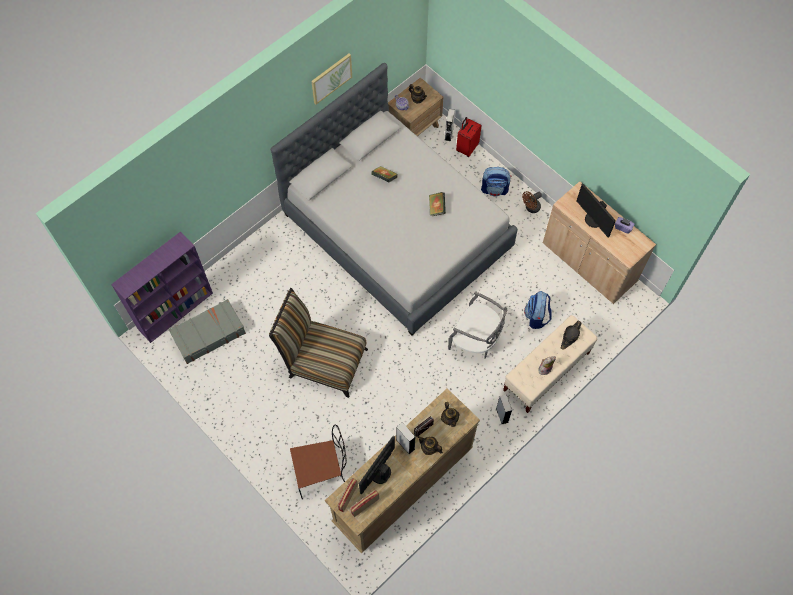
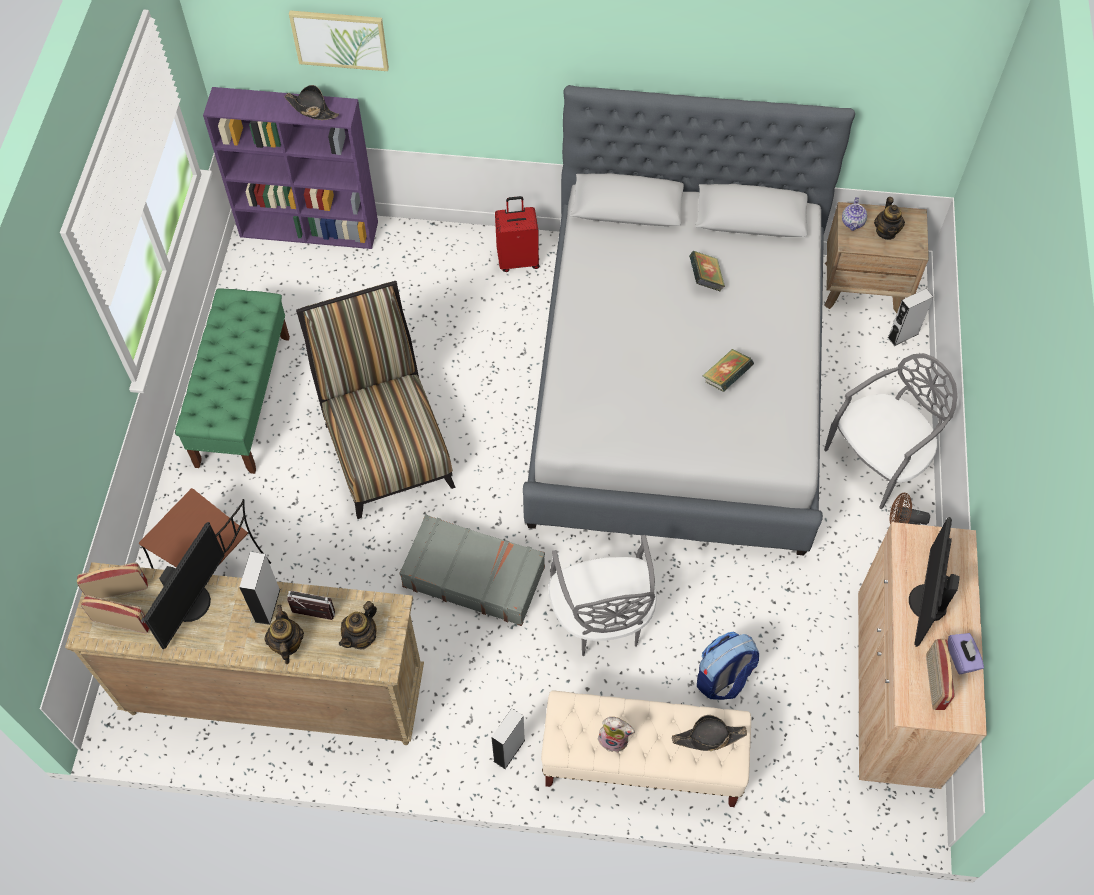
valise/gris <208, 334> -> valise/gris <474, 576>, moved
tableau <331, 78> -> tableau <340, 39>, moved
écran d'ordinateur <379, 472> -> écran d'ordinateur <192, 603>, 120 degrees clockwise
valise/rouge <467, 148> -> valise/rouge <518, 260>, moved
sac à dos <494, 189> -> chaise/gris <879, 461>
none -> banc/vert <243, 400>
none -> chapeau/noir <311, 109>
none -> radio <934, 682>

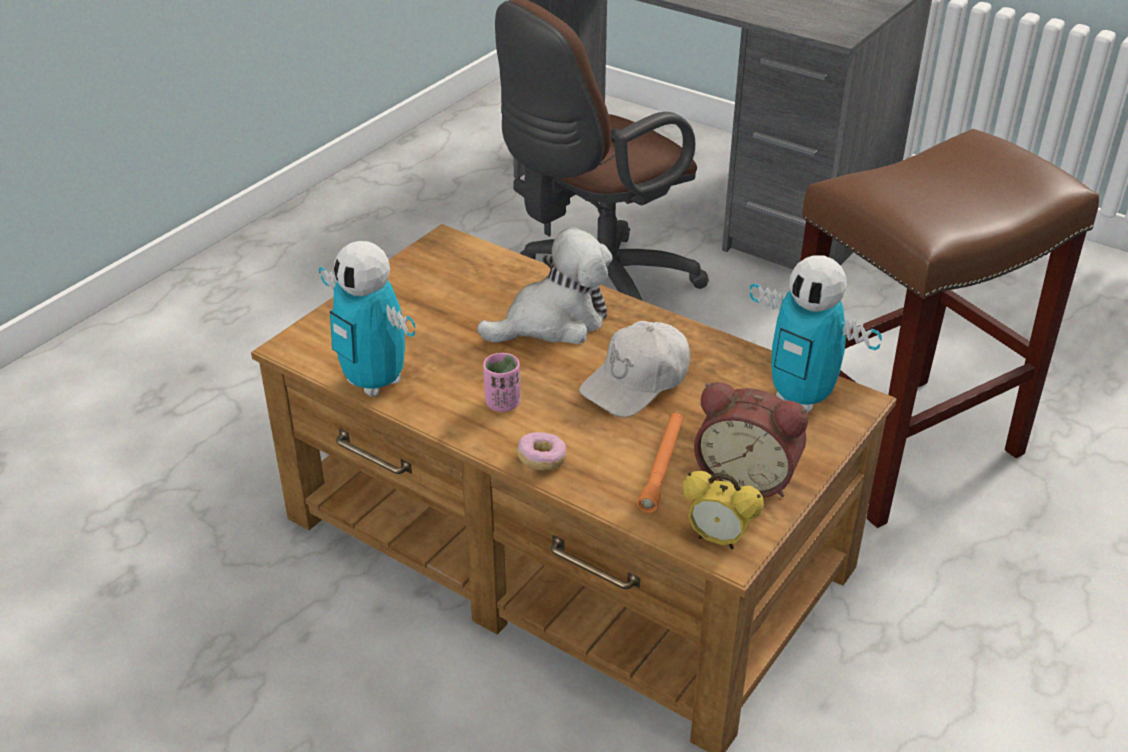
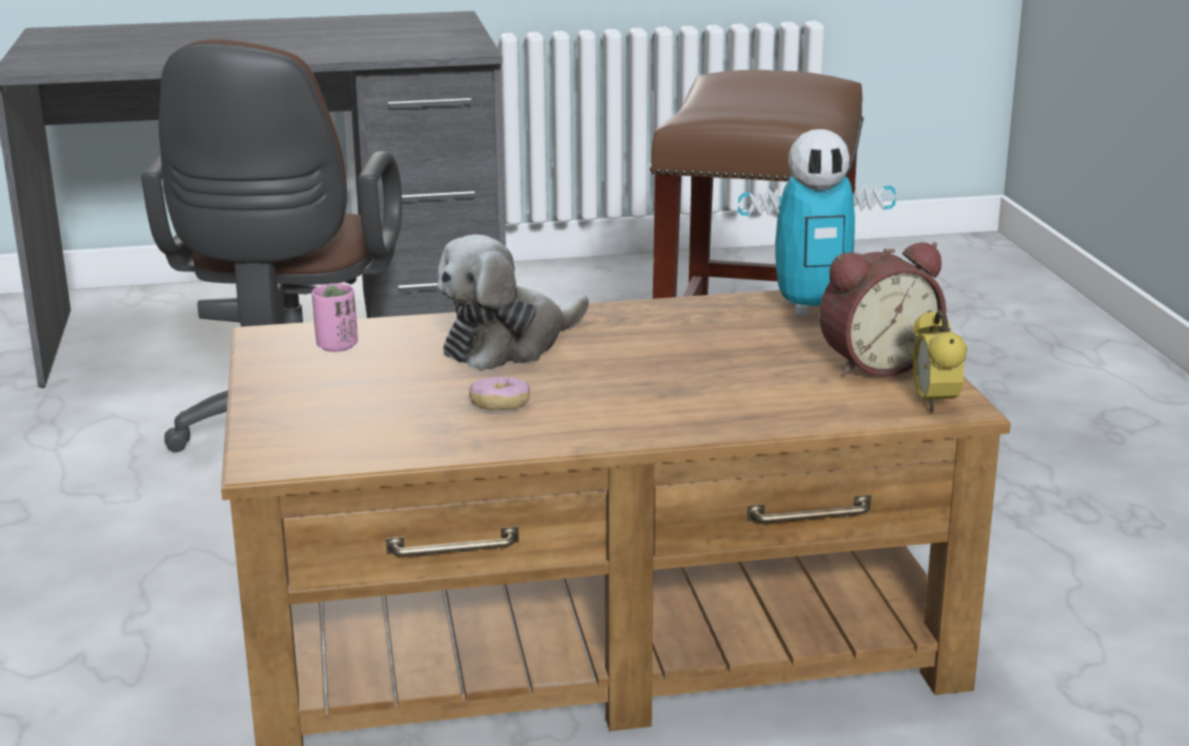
robot jouet <375, 382> -> none
peluche <553, 322> -> peluche <508, 345>, 150 degrees counterclockwise
tasse/rose <503, 403> -> tasse/rose <337, 346>, moved
beignet <542, 460> -> beignet <500, 406>, moved
casquette/blanc <637, 382> -> none
lampe de poche/orange <662, 467> -> none
réveil <718, 539> -> réveil <934, 404>, 105 degrees clockwise

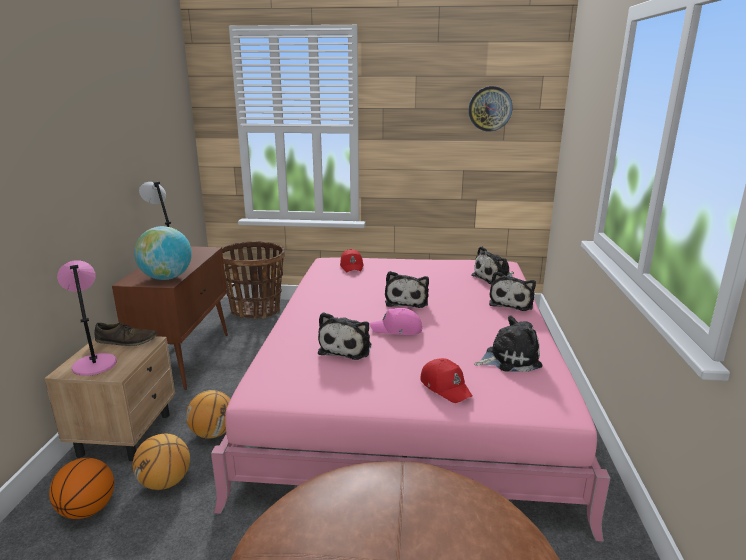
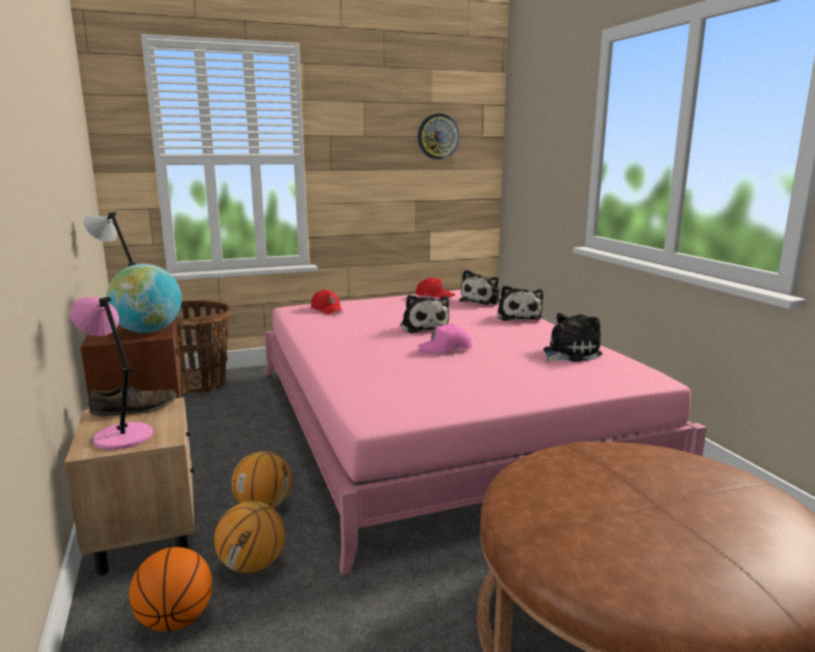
peluche <347, 348> -> none
casquette/rouge <445, 387> -> casquette/rouge <434, 295>, moved

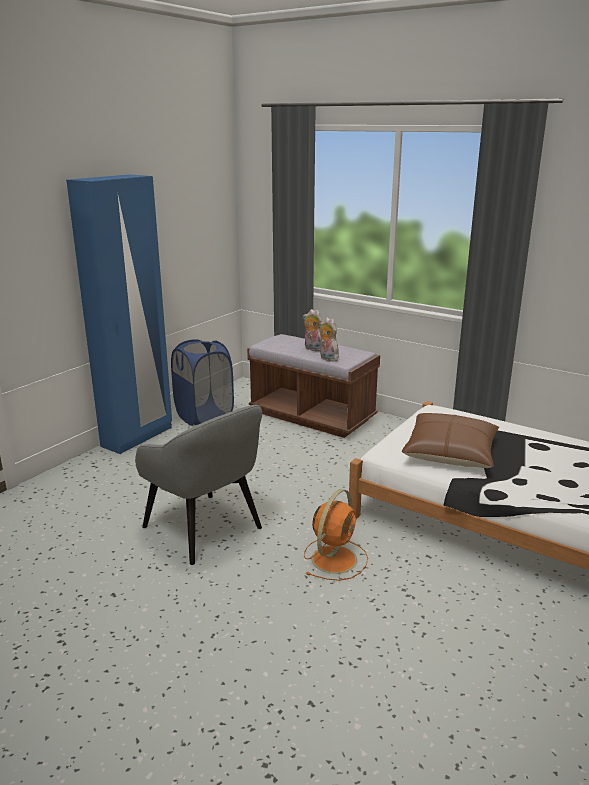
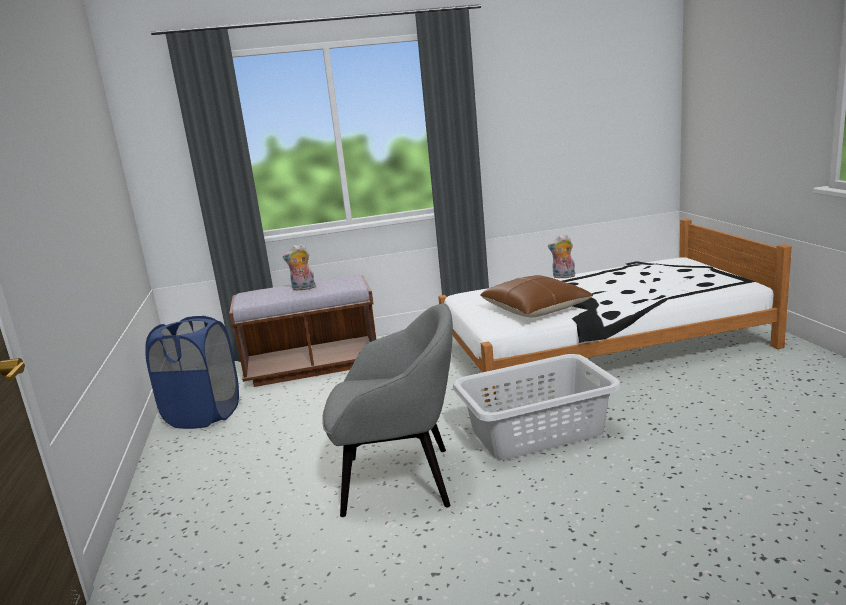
armoire/bleu <137, 437> -> none
ventilateur/orange <335, 558> -> panier à linge/gris <535, 431>
peluche <327, 358> -> peluche <563, 277>, moved

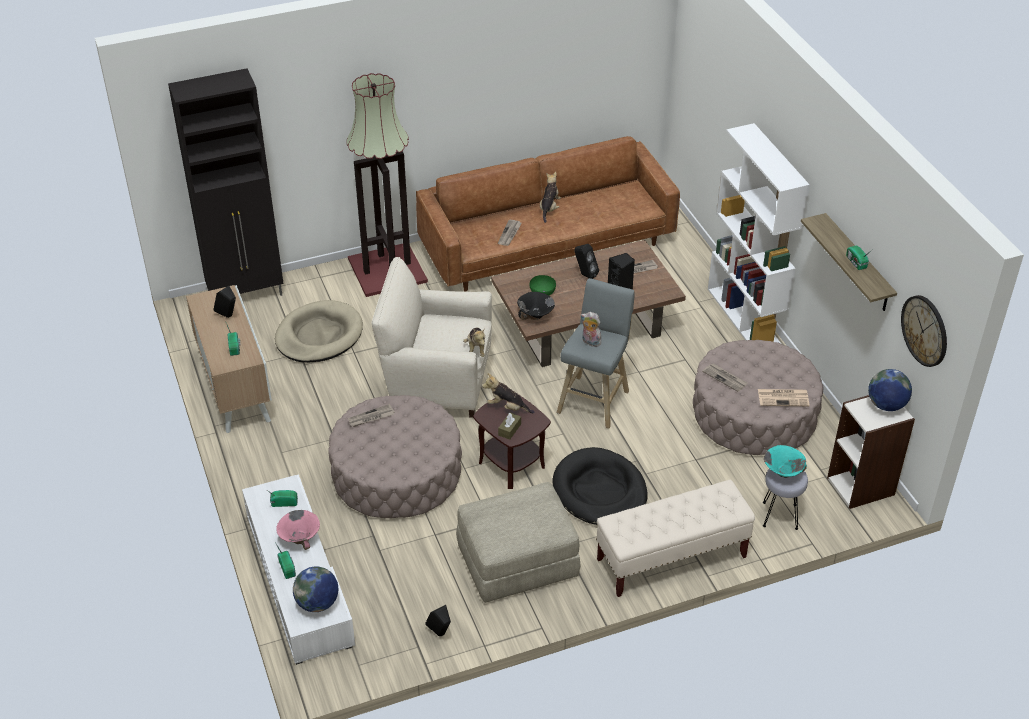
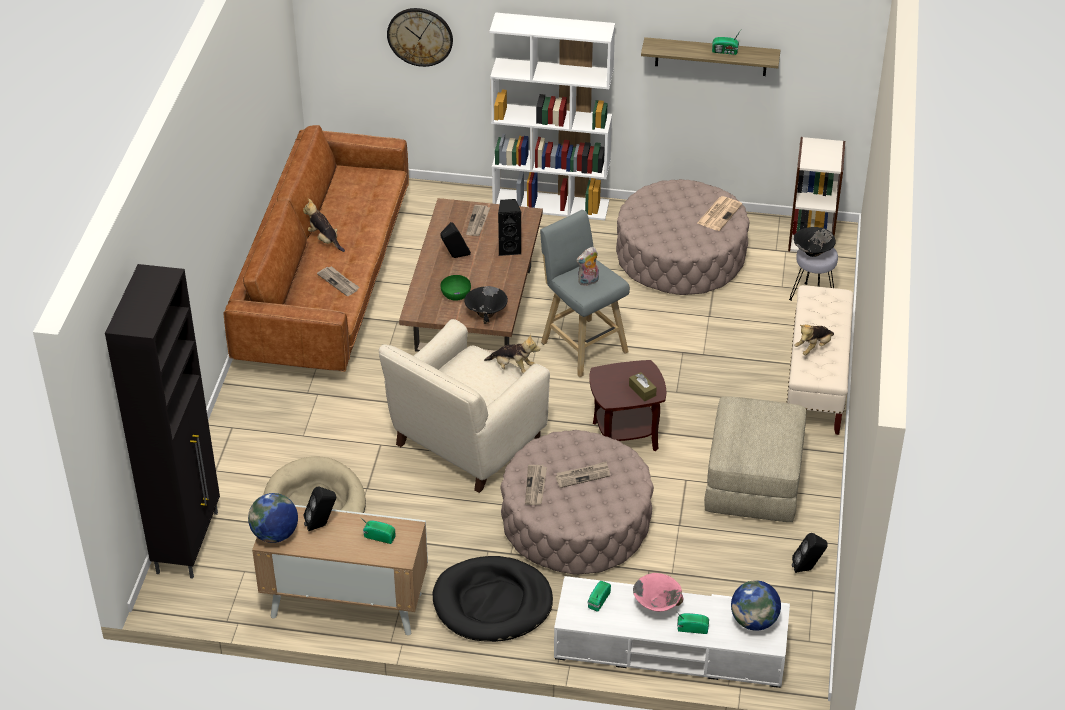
lampadaire <388, 269> -> none
peluche <507, 407> -> peluche <813, 347>, moved
panier pour chien/noir <599, 491> -> panier pour chien/noir <492, 603>, moved
journal <725, 378> -> journal <583, 475>, moved
bol/turquoise <783, 472> -> bol/noir <812, 252>
globe <886, 405> -> globe <275, 534>, moved
horloge murale <925, 330> -> horloge murale <420, 36>, moved

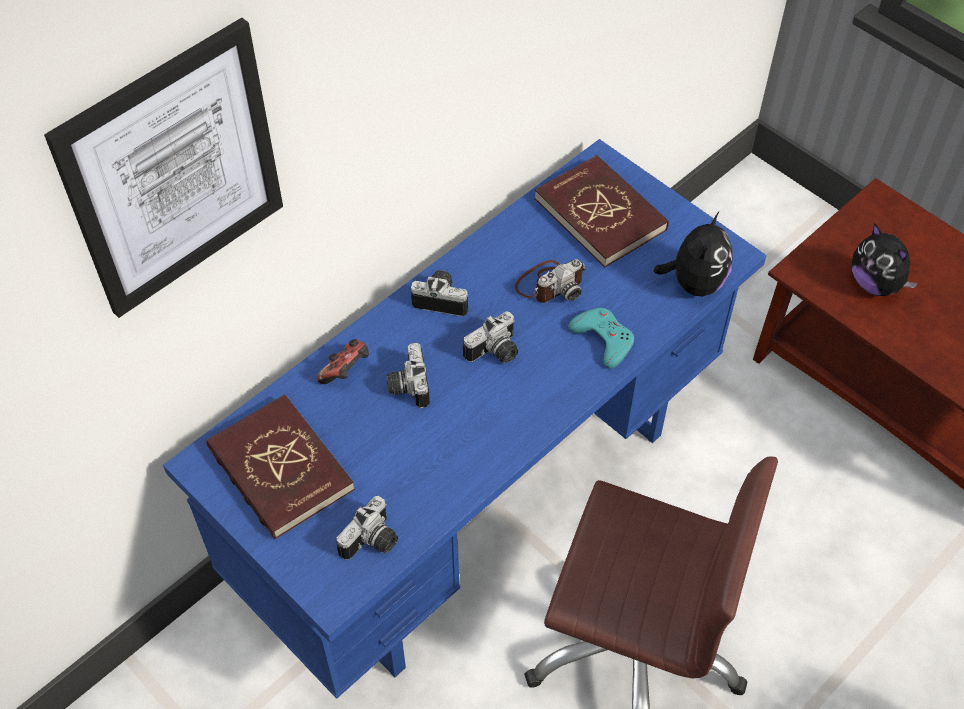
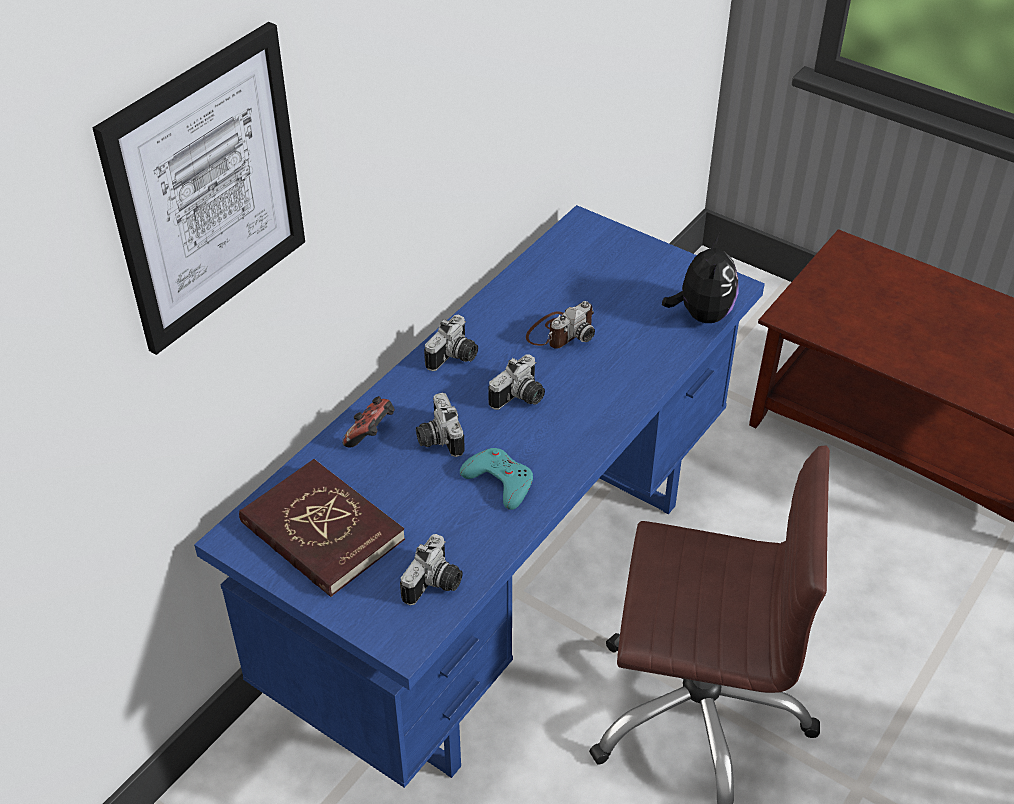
appareil photo <442, 299> -> appareil photo <455, 358>, 120 degrees clockwise
livre/rouge <601, 214> -> none
manette/turquoise <603, 339> -> manette/turquoise <499, 481>, moved
peluche <875, 284> -> none

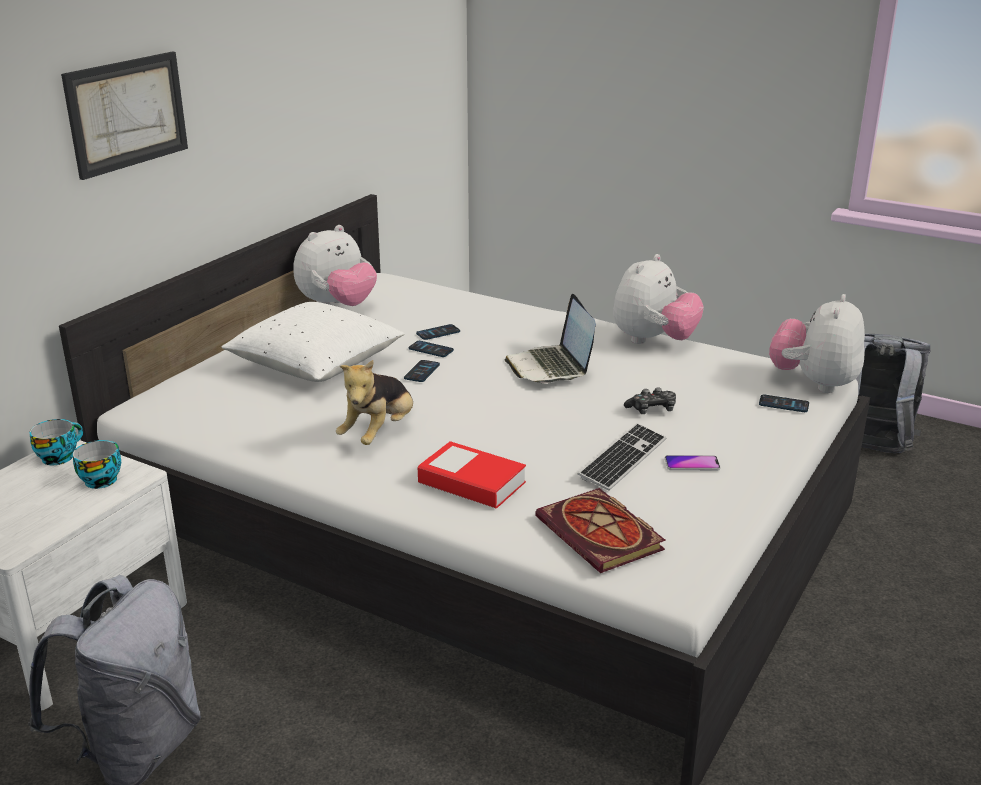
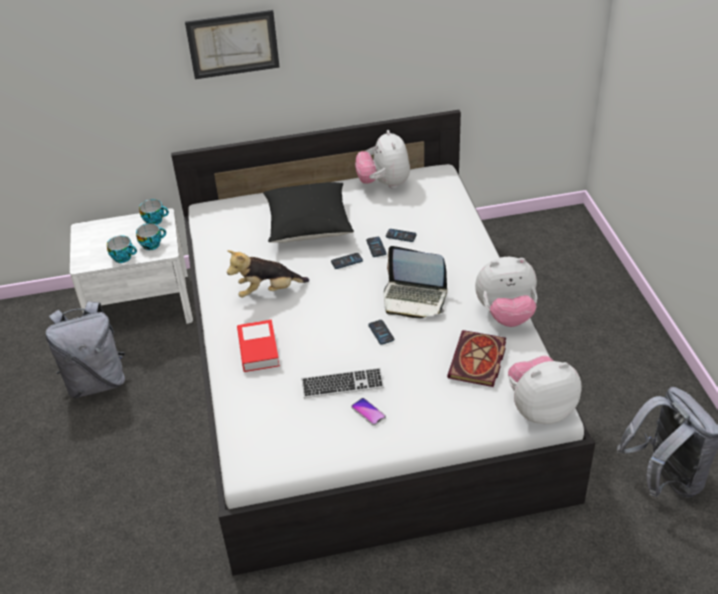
coussin/blanc <316, 366> -> coussin/noir <308, 226>
peluche <337, 306> -> peluche <384, 184>, 75 degrees clockwise
ordinateur portable <550, 367> -> ordinateur portable <414, 298>, 105 degrees counterclockwise
livre <603, 535> -> livre <478, 362>, moved
manette <652, 410> -> none
téléphone <783, 404> -> téléphone <381, 332>, moved
none -> tasse <124, 257>

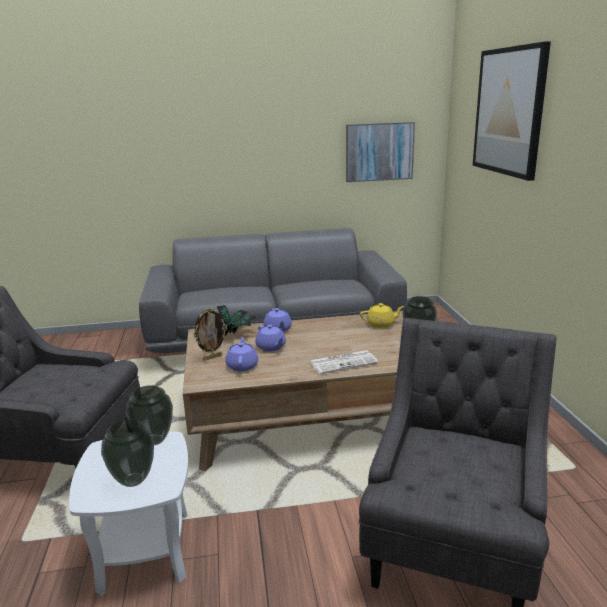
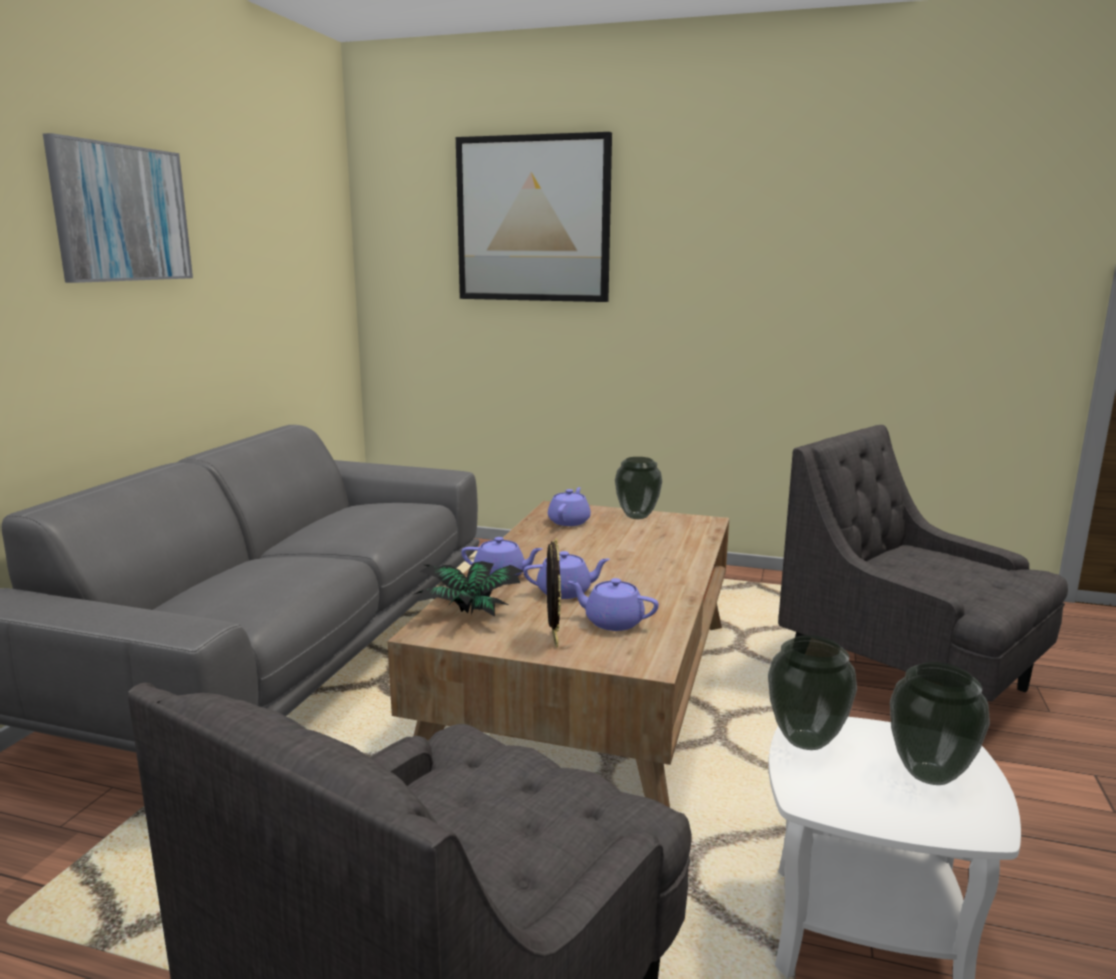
journal <343, 362> -> none
tableau <379, 152> -> tableau <121, 213>, moved
théière/jaune <381, 324> -> théière/violet <569, 521>

